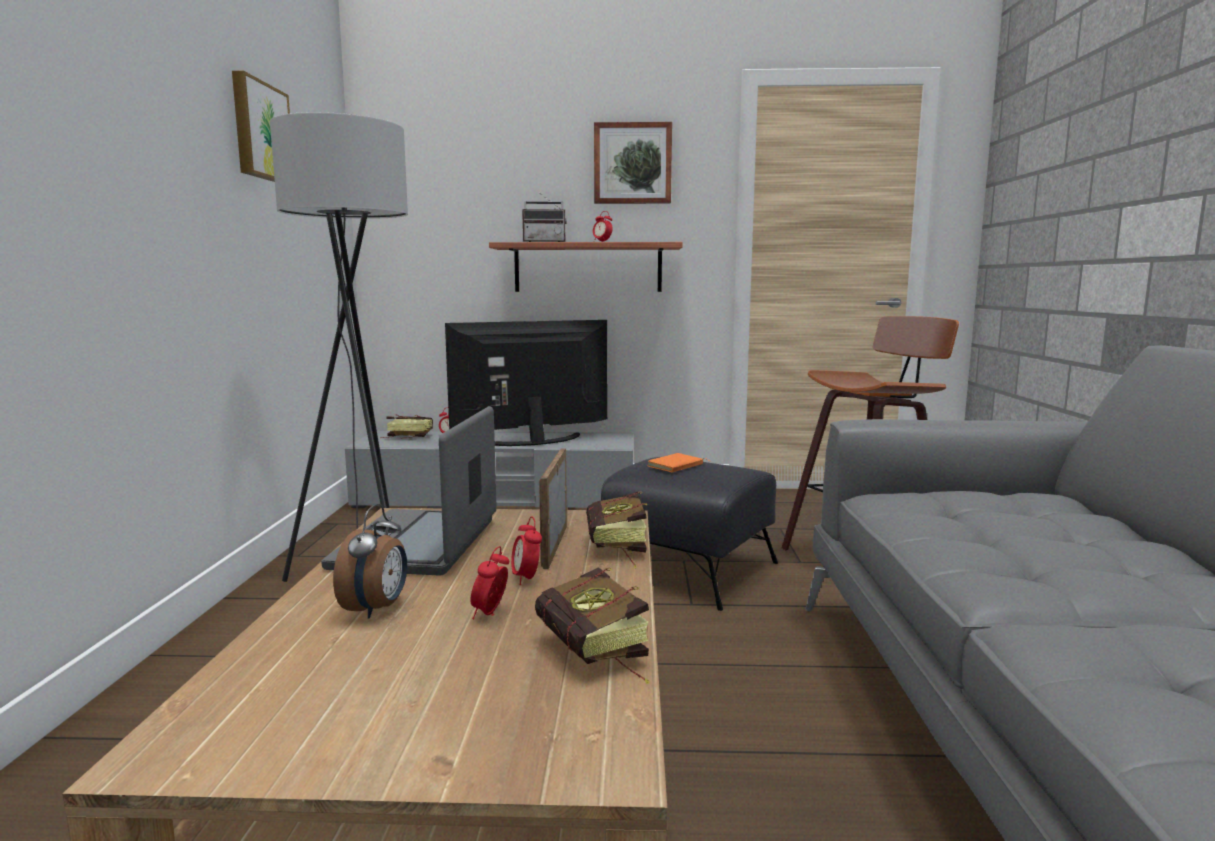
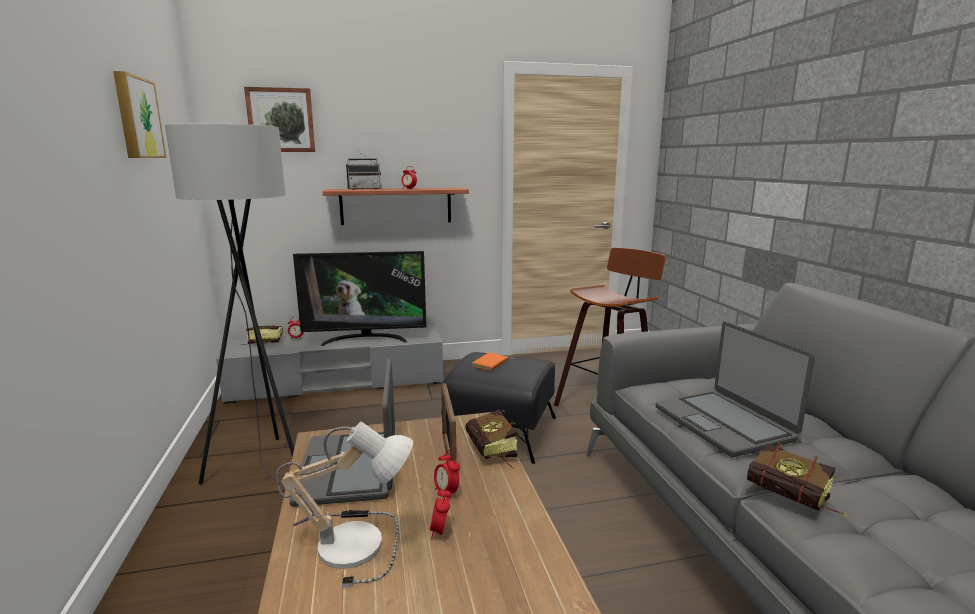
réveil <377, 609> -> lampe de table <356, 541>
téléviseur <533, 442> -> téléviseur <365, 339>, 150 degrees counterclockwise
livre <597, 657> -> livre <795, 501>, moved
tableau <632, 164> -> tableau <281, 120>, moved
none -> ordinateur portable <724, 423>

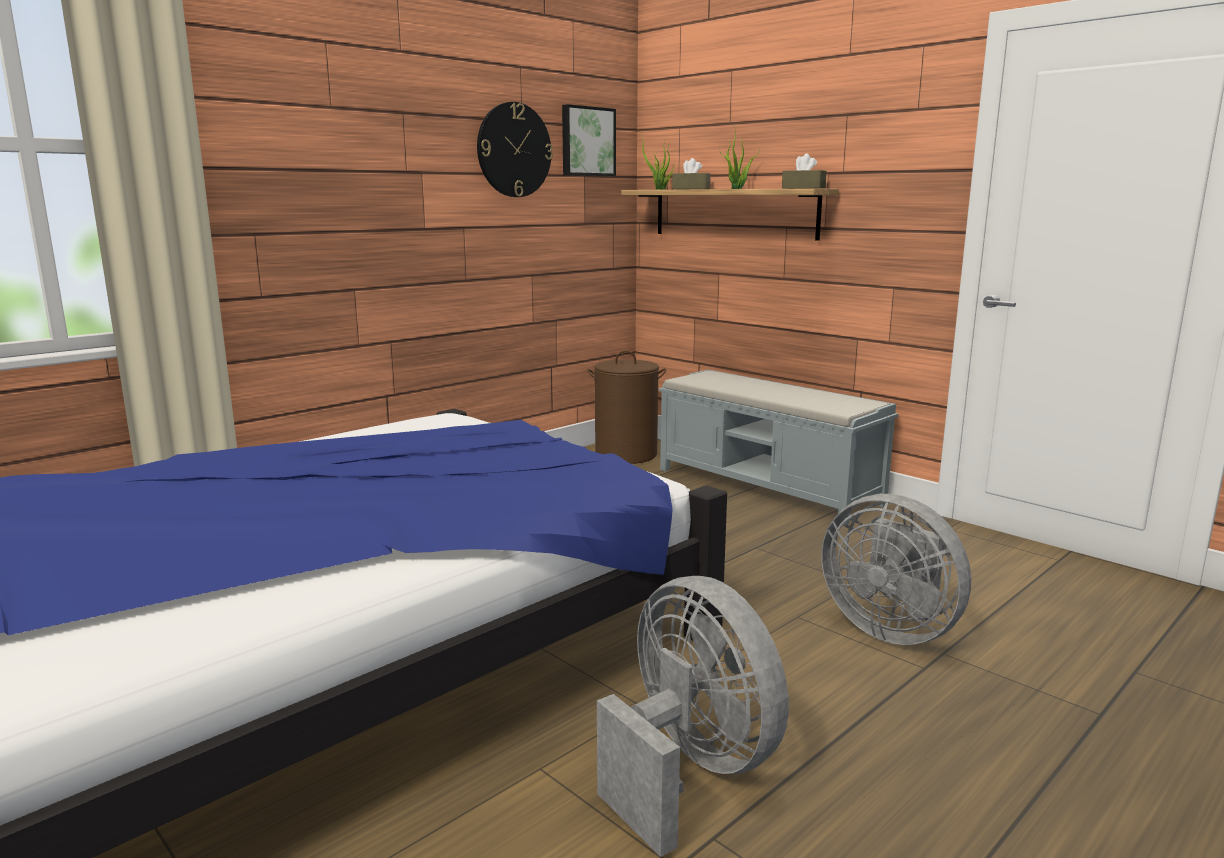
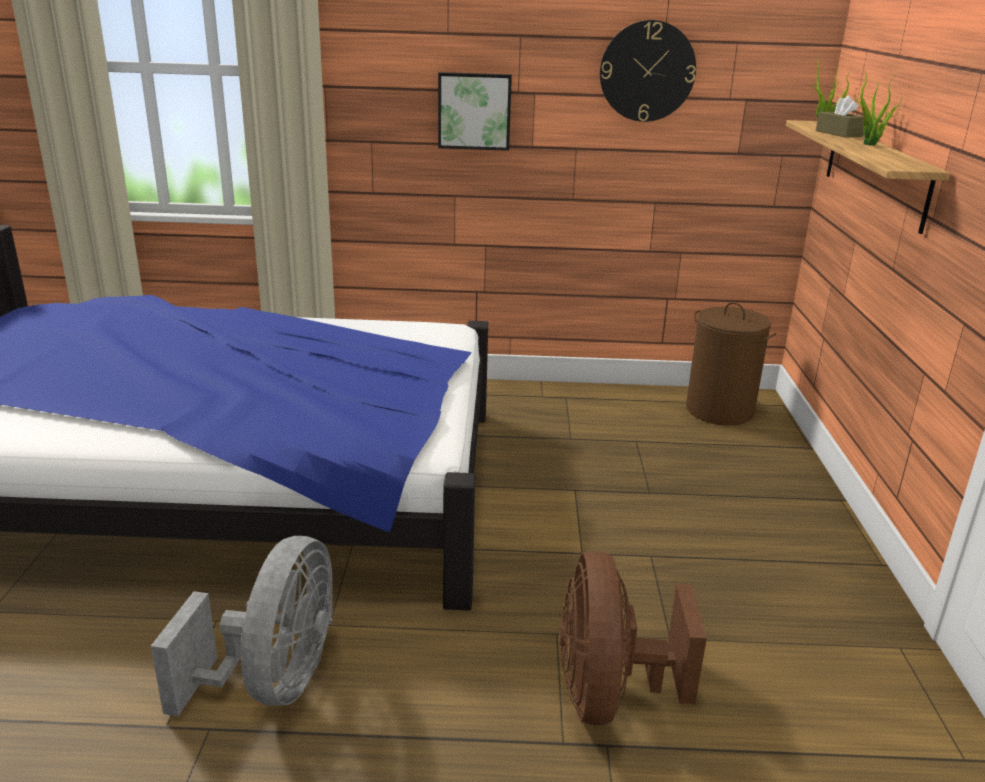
tableau <587, 141> -> tableau <474, 111>, moved
banc/gris <768, 487> -> none
boîte à mouchoirs/marron <803, 188> -> none
ventilateur/gris <890, 628> -> ventilateur/marron <609, 694>

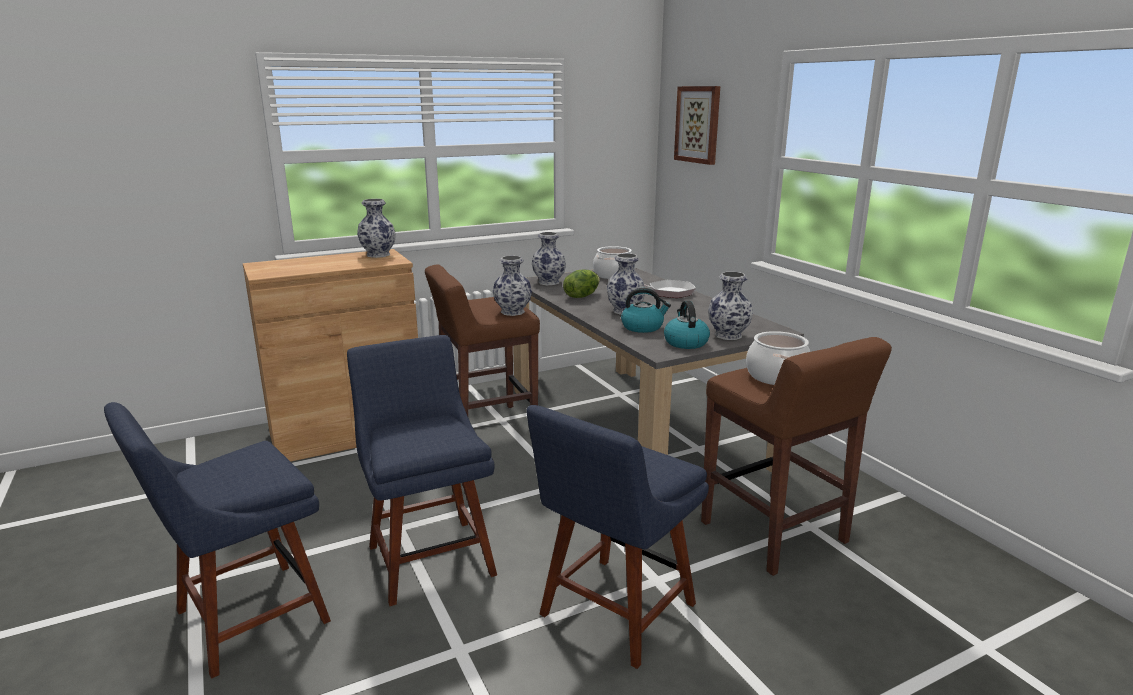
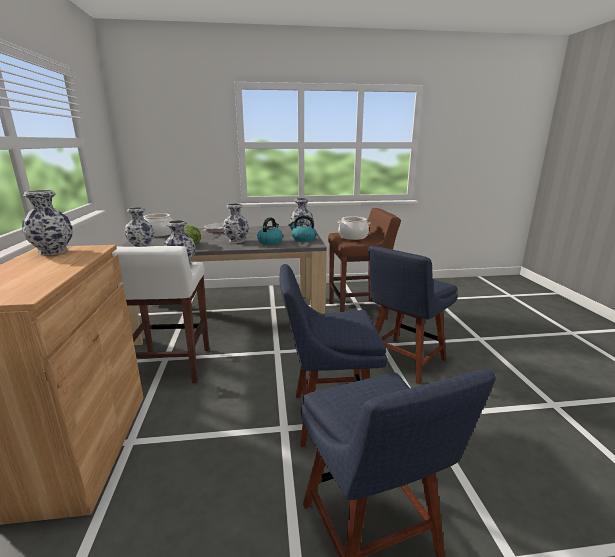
tabouret/marron <486, 427> -> tabouret/blanc <170, 367>
chaise/bleu <613, 613> -> chaise/bleu <403, 361>, 75 degrees clockwise
tableau <698, 124> -> none

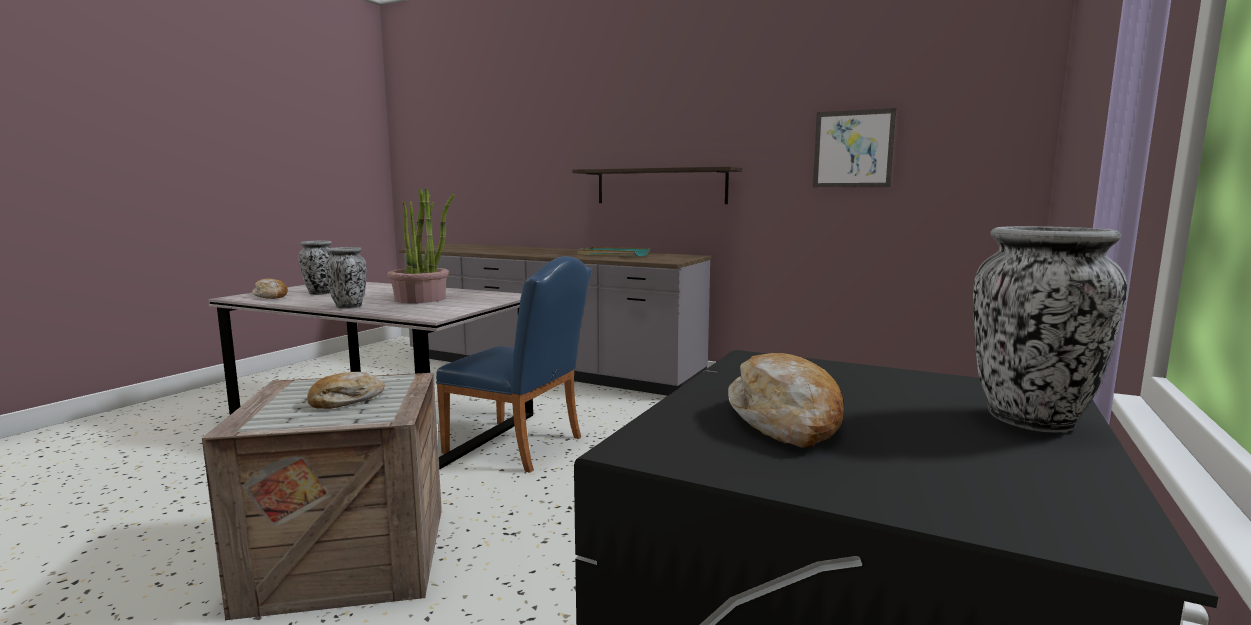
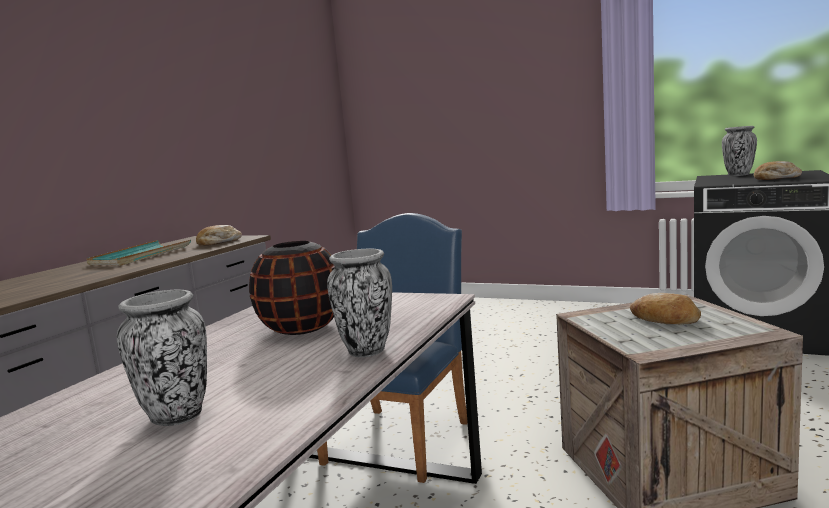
pain <271, 296> -> pain <219, 242>, moved
plante en pot <421, 299> -> vase/noir <301, 328>
étagère <660, 186> -> none
tableau <853, 149> -> none

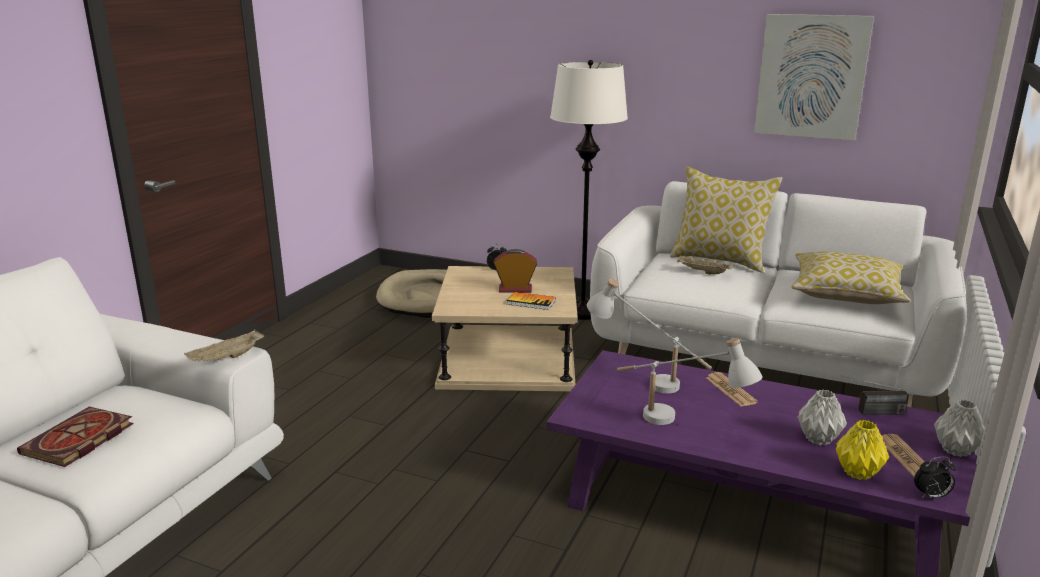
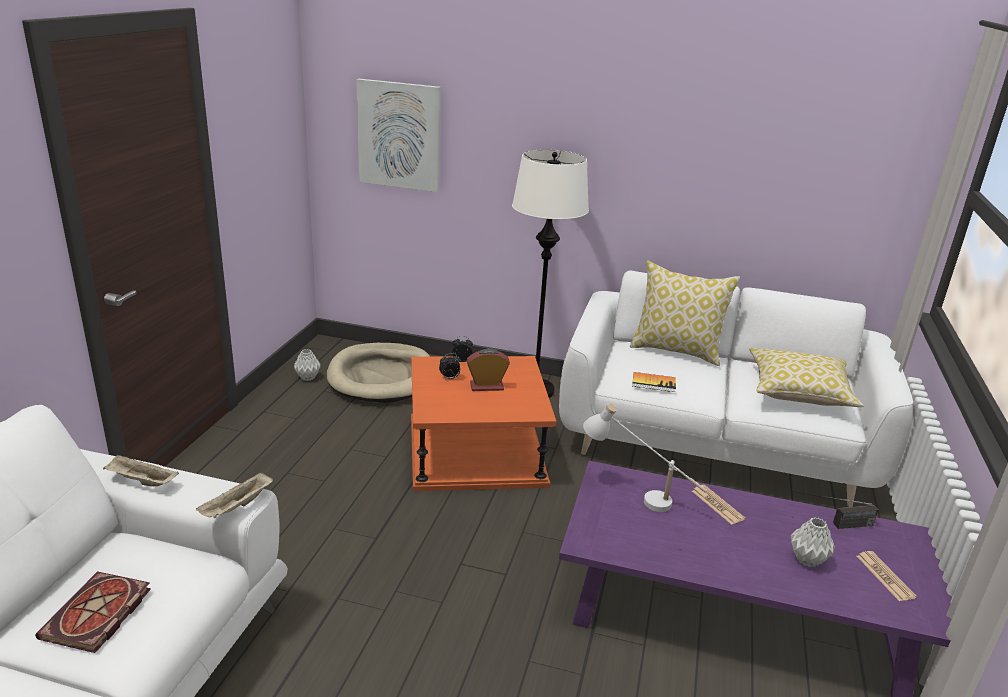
table d'appoint/beige <507, 359> -> table d'appoint/orange <475, 451>
livre <531, 302> -> livre <653, 383>, moved
lampe de table/blanc <680, 424> -> none
plateau/beige <703, 272> -> plateau/beige <141, 481>, moved
tableau <811, 76> -> tableau <399, 135>, moved
vase/jaune <857, 472> -> none
réveil <931, 496> -> réveil <449, 378>, moved
vase/gris <956, 450> -> vase/gris <308, 377>, moved

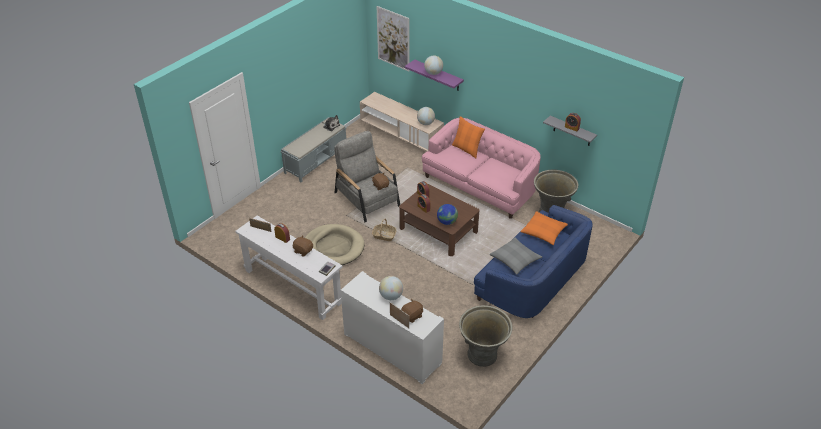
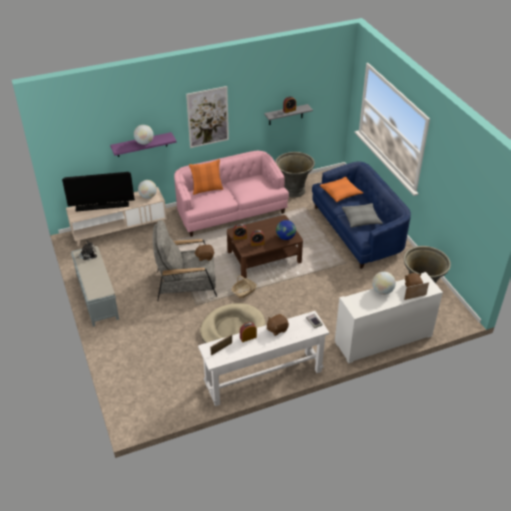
tableau <393, 38> -> tableau <208, 117>, moved
none -> téléviseur <102, 206>

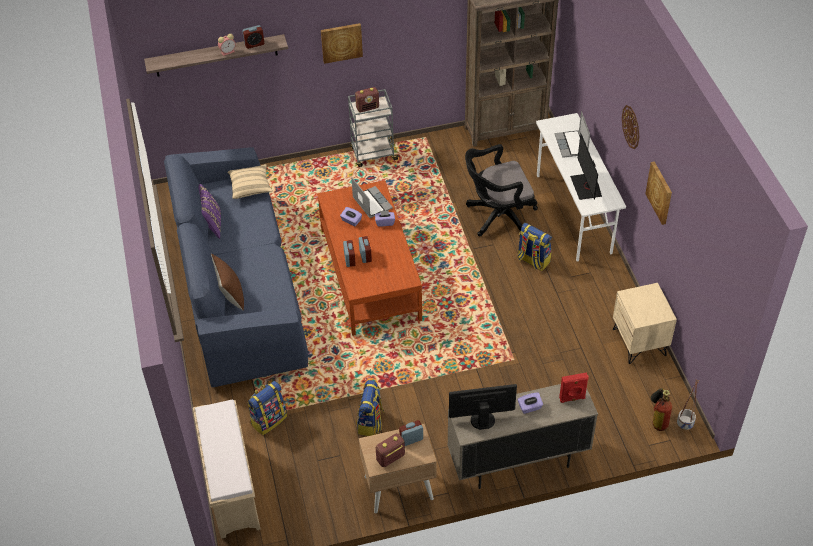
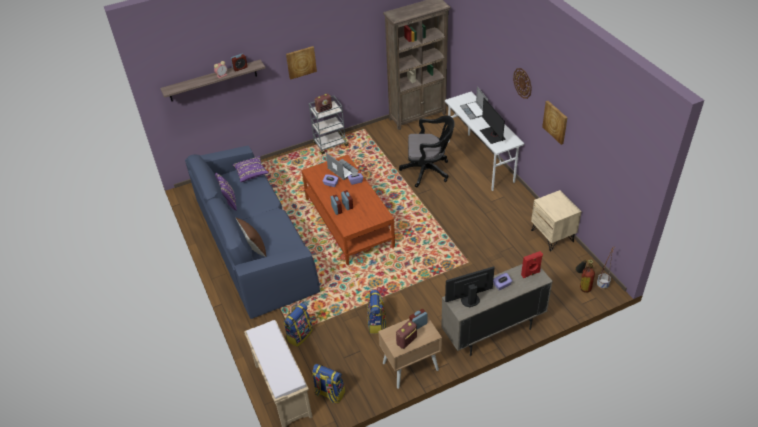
coussin/beige <250, 187> -> coussin/violet <251, 173>
chaise de bureau/noir <497, 217> -> chaise de bureau/noir <428, 171>, 150 degrees counterclockwise
sac à dos <532, 260> -> sac à dos <329, 393>, moved

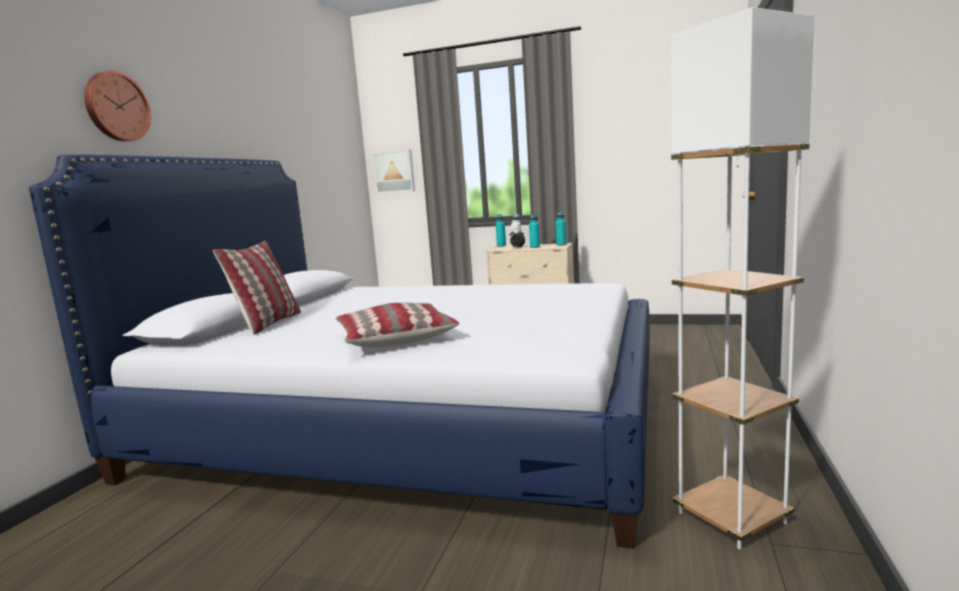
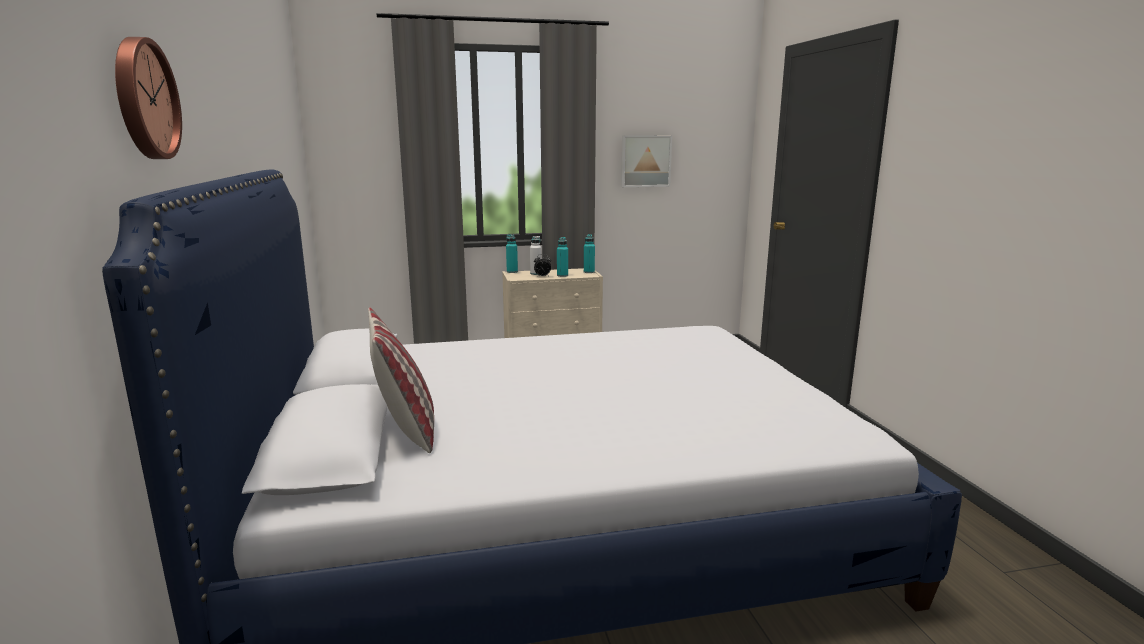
coussin <394, 338> -> none
tableau <394, 171> -> tableau <645, 161>, moved
lampadaire/blanc <731, 518> -> none

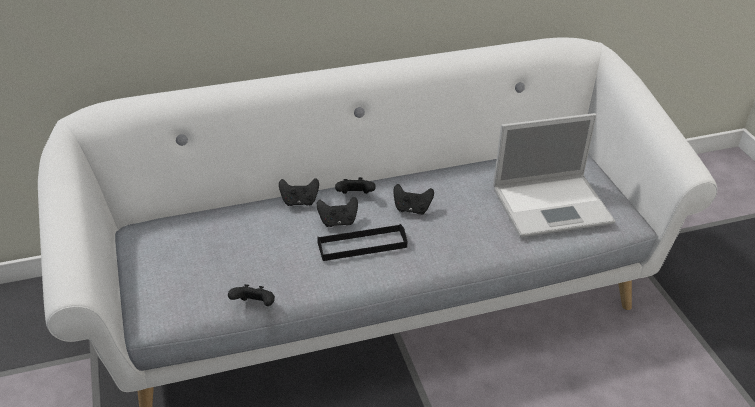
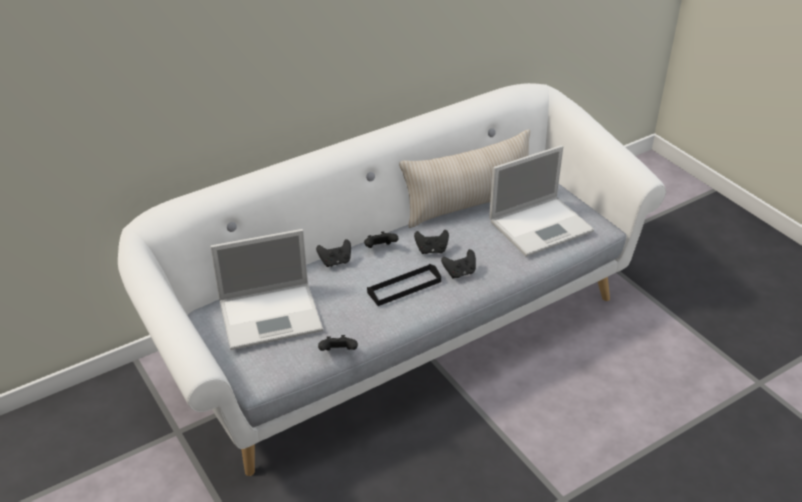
manette/noir <338, 222> -> manette/noir <460, 273>, moved
none -> ordinateur portable <272, 315>
none -> coussin/beige <468, 204>

